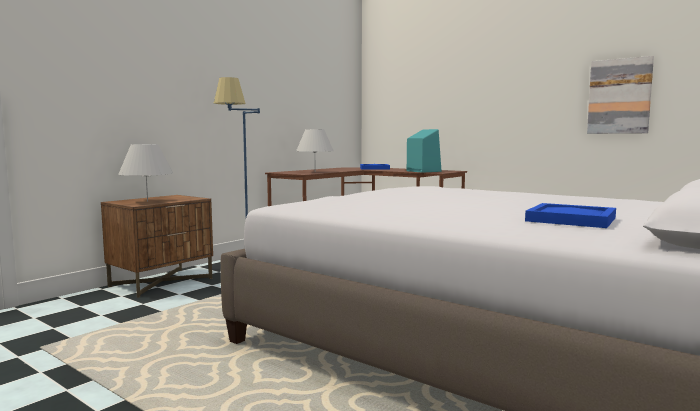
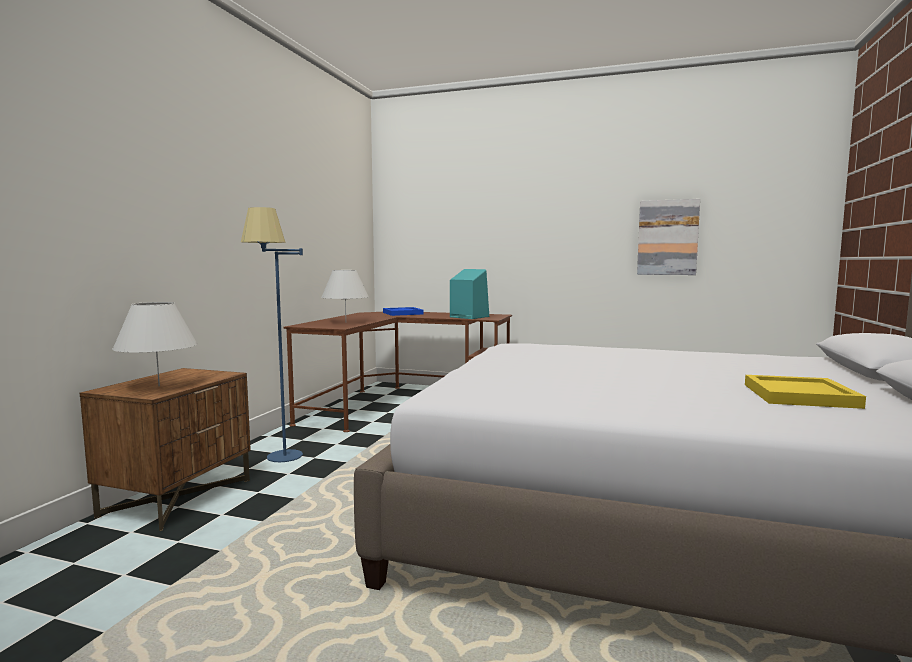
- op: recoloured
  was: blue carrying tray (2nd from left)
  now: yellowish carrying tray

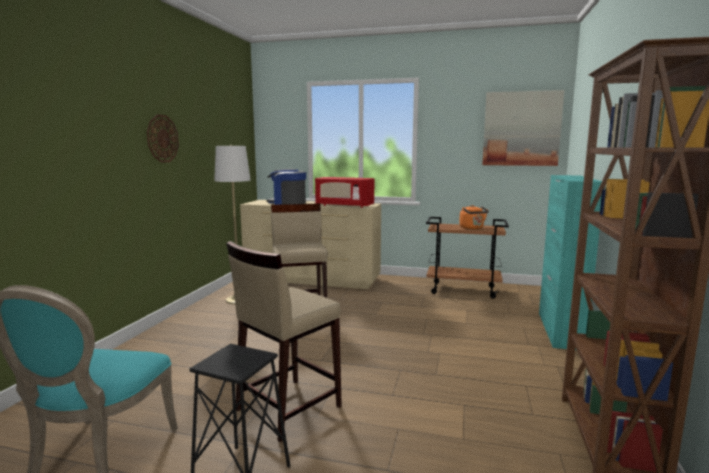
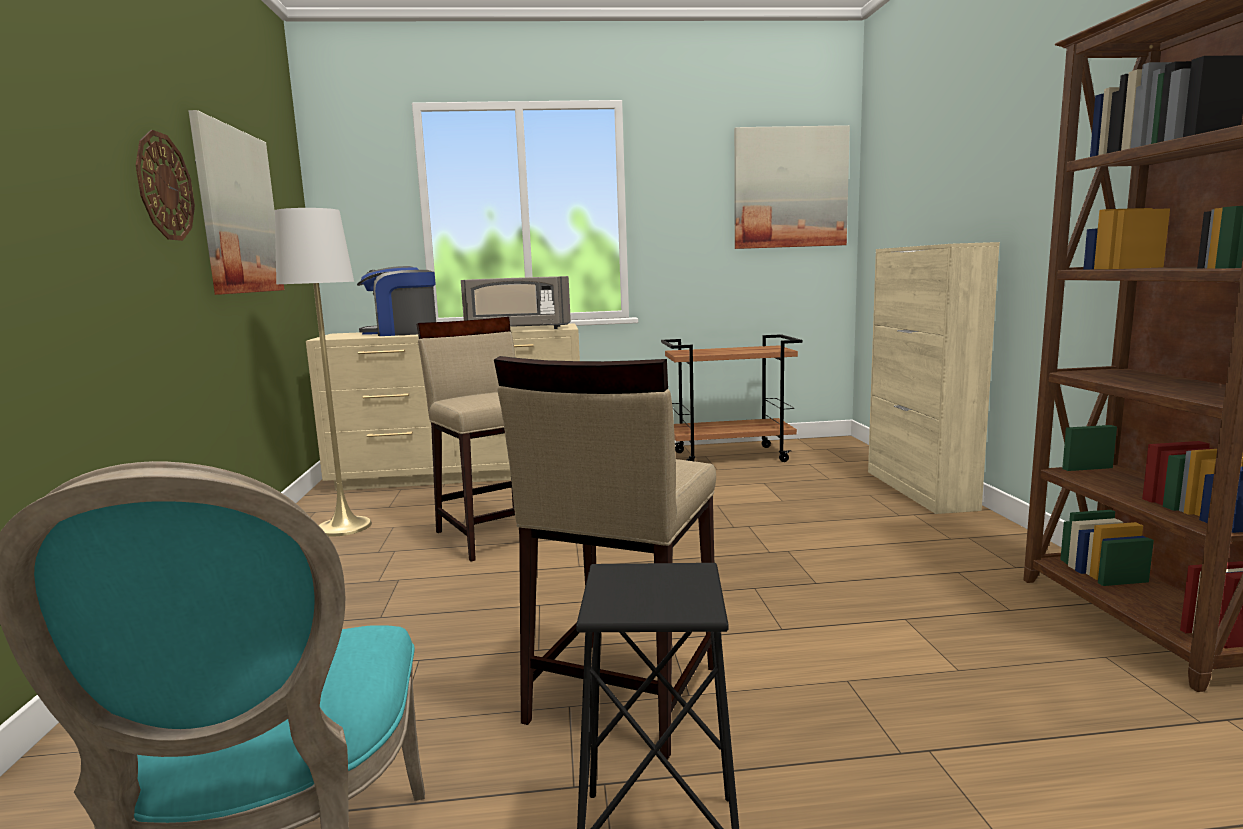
- op: recoloured
  was: red kitchen microwave
  now: grey kitchen microwave
- op: removed
  was: orangey water kettle
- op: recoloured
  was: blue-green cupboard
  now: sand-coloured cupboard
- op: added
  now: picture (1st from left)

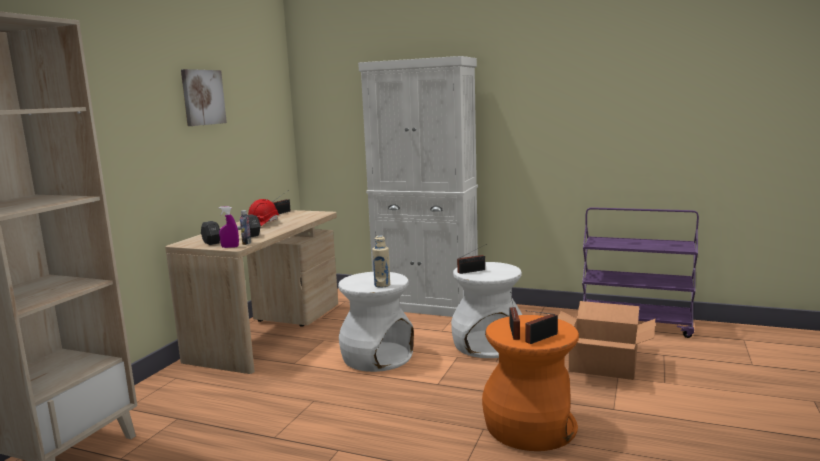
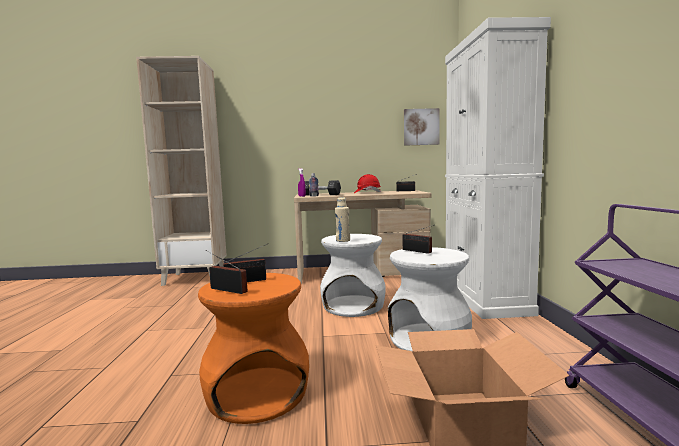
- op: moved
  was: picture

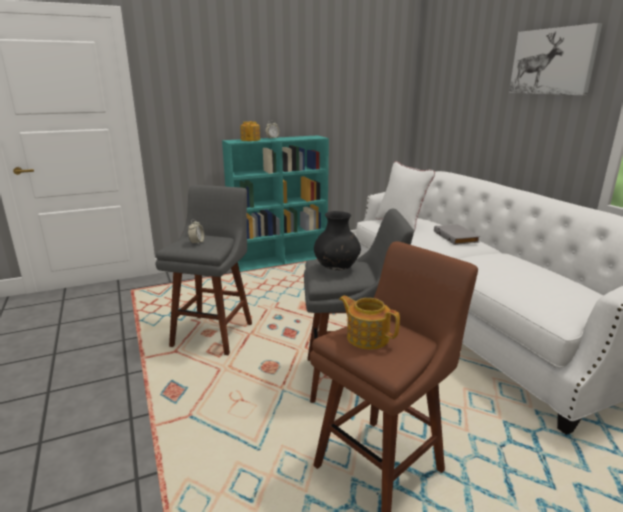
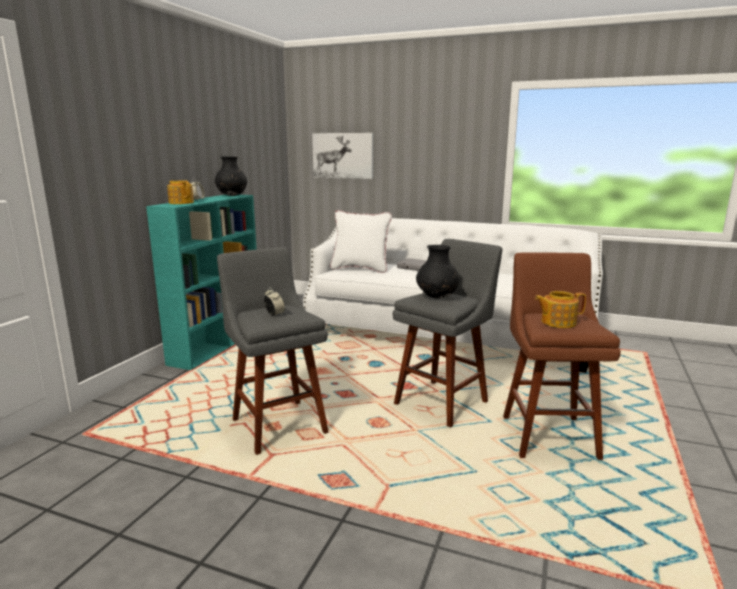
- op: moved
  was: picture
- op: added
  now: black-coloured flower vase (1st from left)

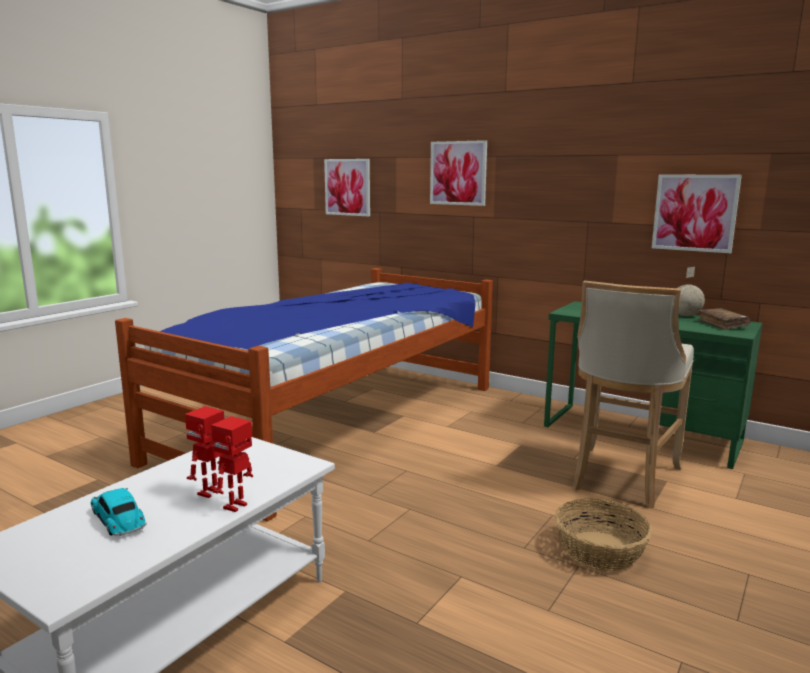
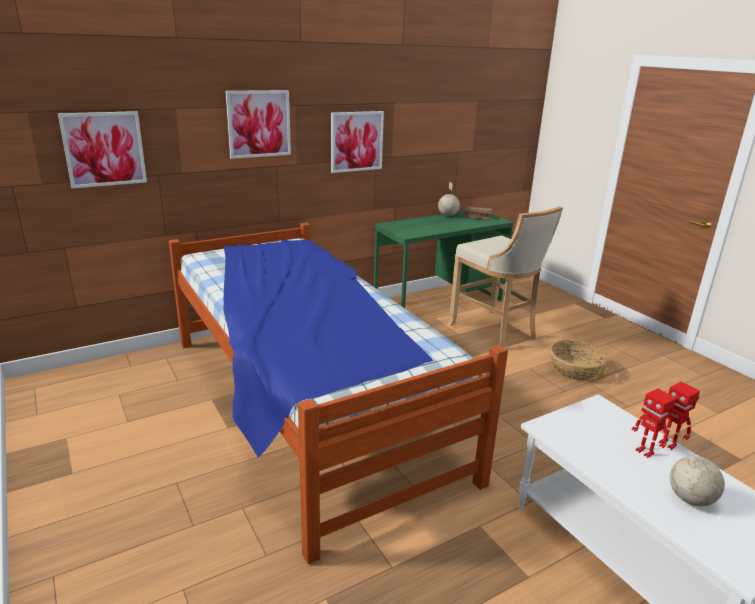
- op: replaced
  was: toy car
  now: globe (2nd from left)
- op: moved
  was: picture (3rd from left)

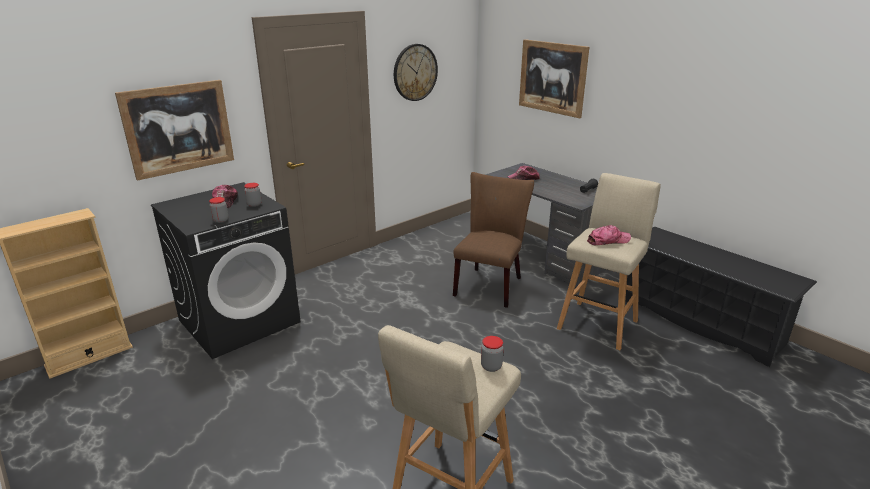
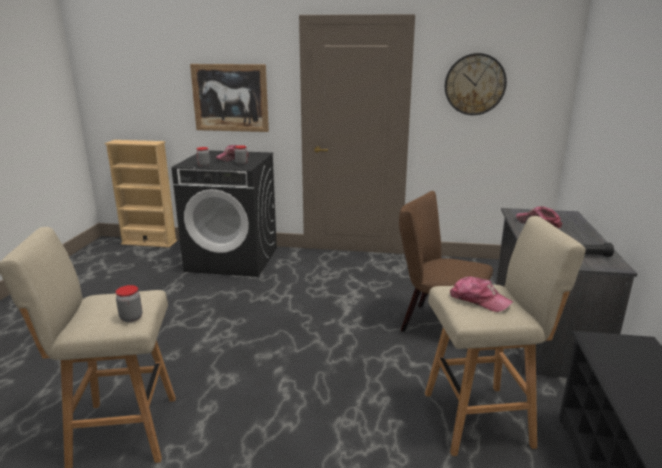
- op: turned
  was: brown-coloured plain chair
  clockwise: -135
- op: removed
  was: picture (2nd from left)

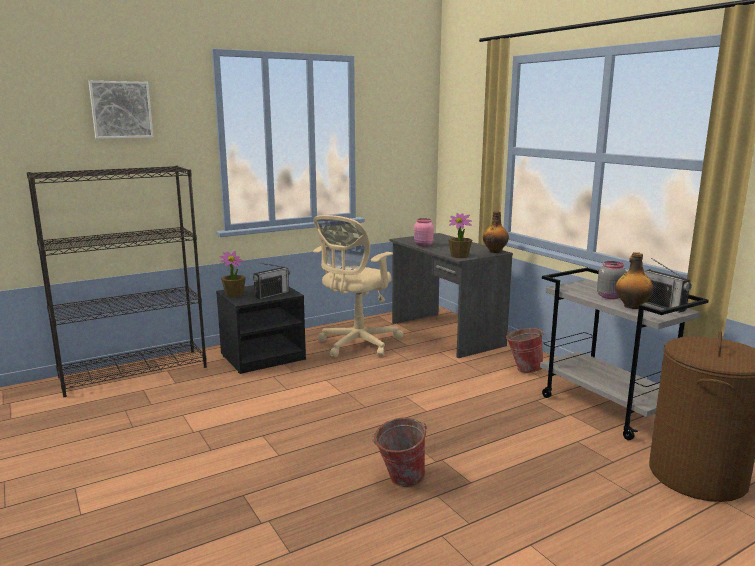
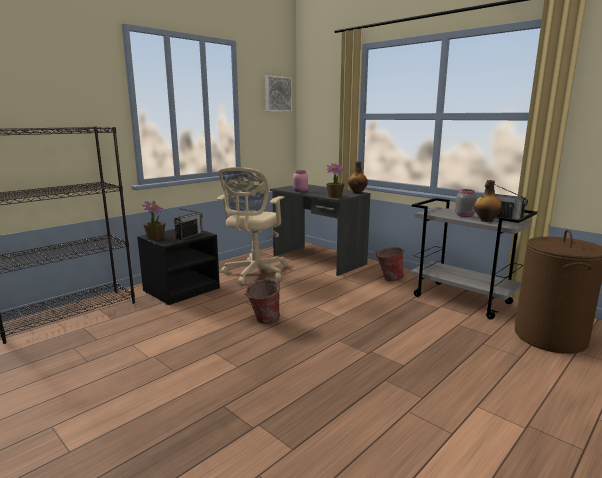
- op: moved
  was: picture
- op: moved
  was: water bucket (1st from left)

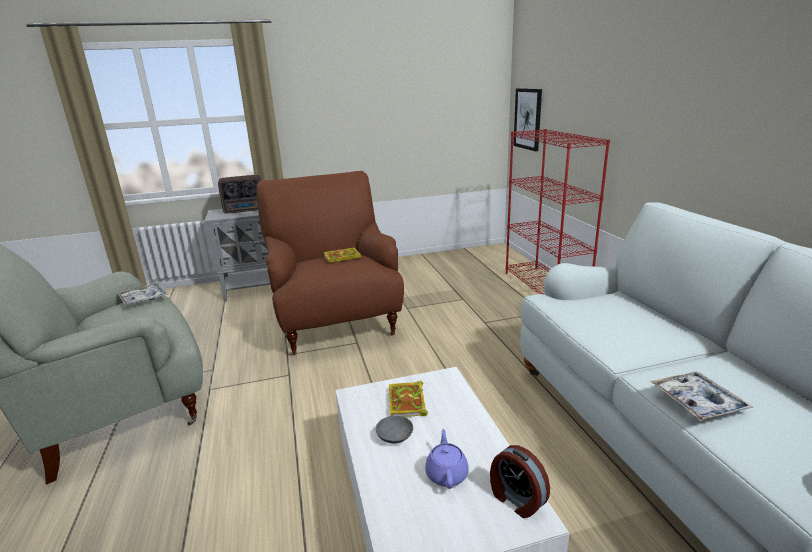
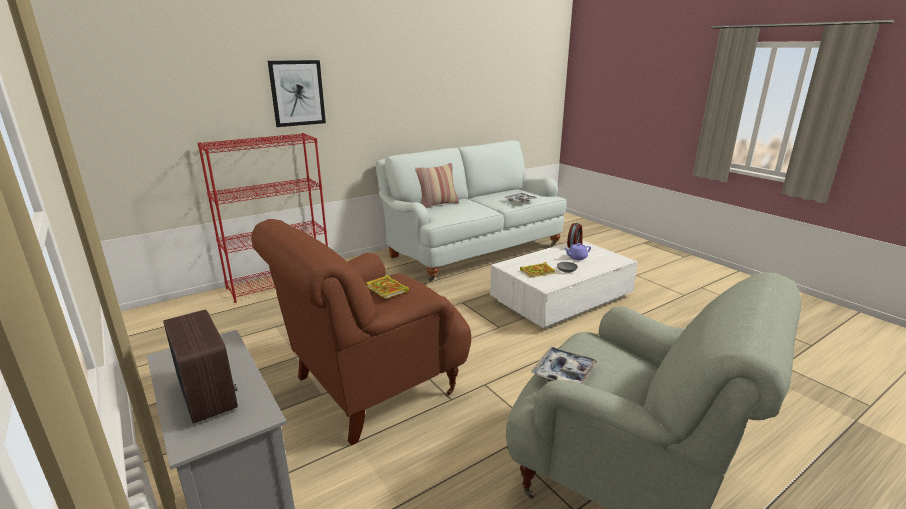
- op: moved
  was: picture
- op: added
  now: cushion

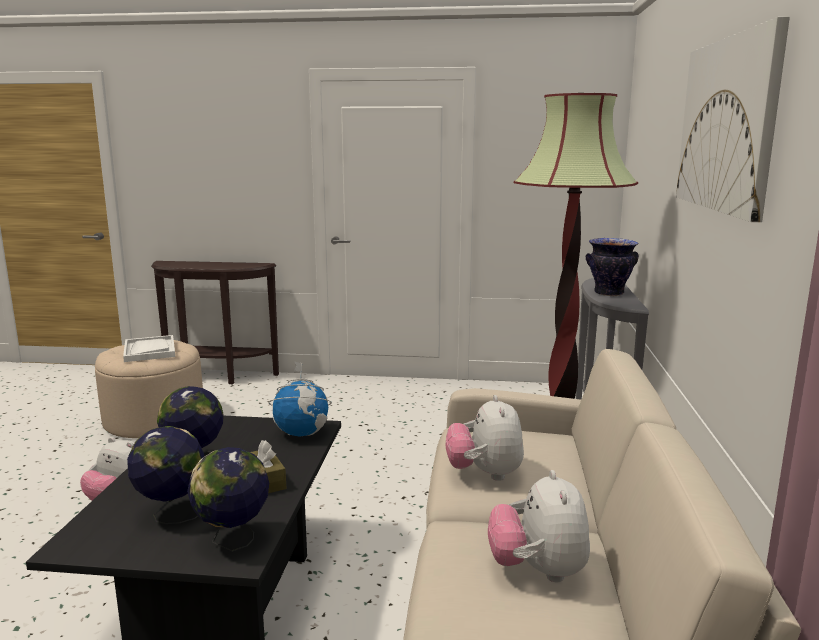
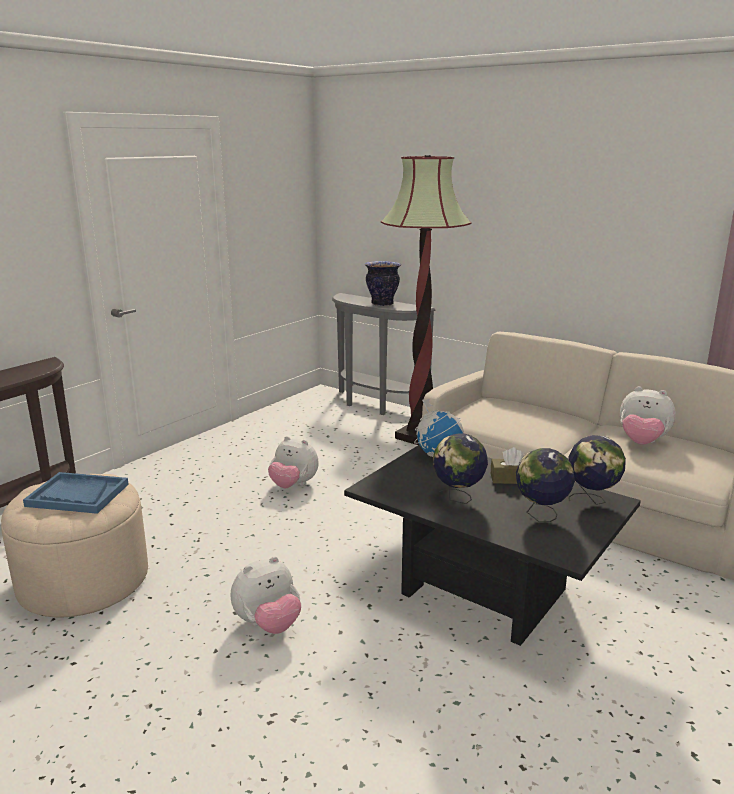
- op: recoloured
  was: whitish carrying tray
  now: blue carrying tray
- op: moved
  was: soft toy (2nd from left)
- op: removed
  was: picture

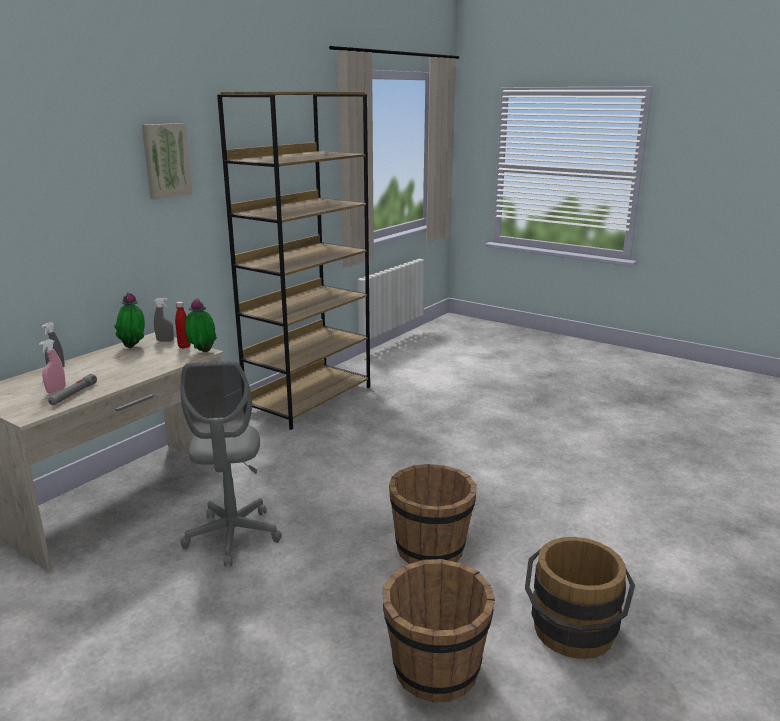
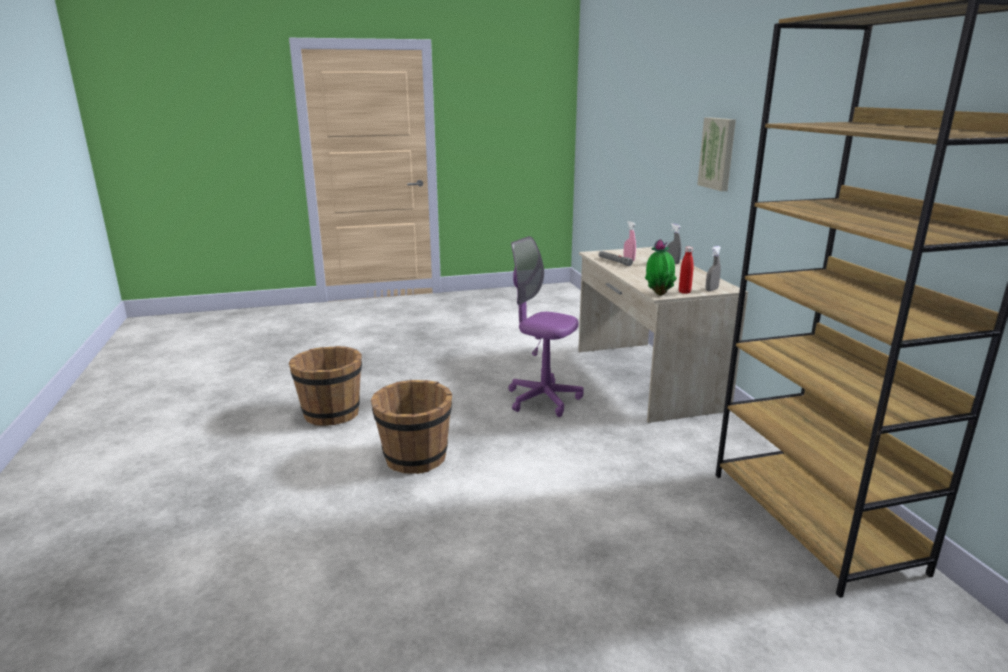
- op: removed
  was: houseplant (1st from left)
- op: moved
  was: picture
- op: recoloured
  was: grey desk chair
  now: purple desk chair
- op: removed
  was: brown-coloured water bucket (3rd from left)

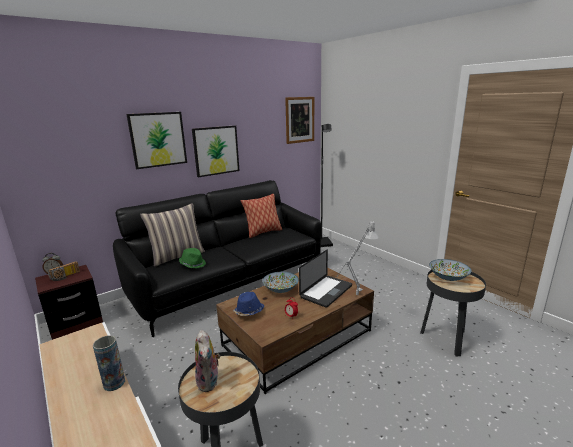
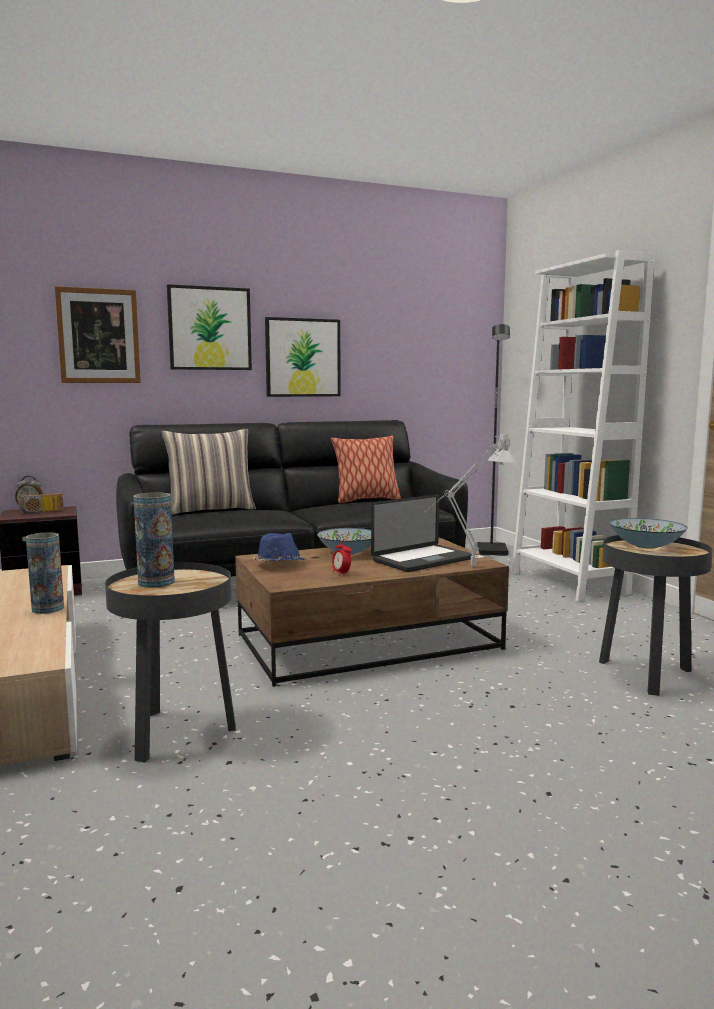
- op: removed
  was: green-coloured hat
- op: replaced
  was: soft toy
  now: flower vase (2nd from left)
- op: moved
  was: picture (3rd from left in the first image)
  now: picture (1st from left)
- op: added
  now: whitish bookshelf

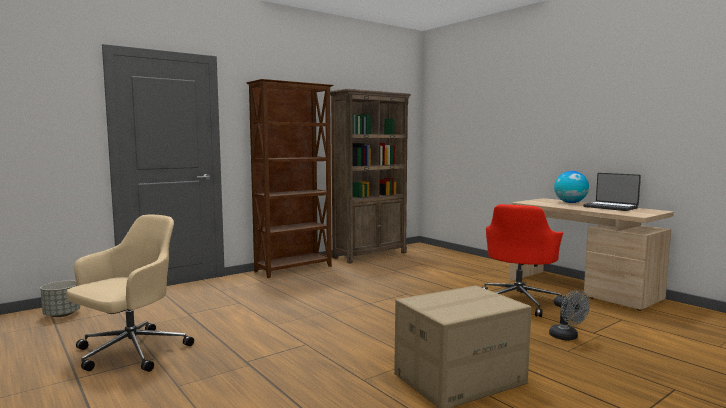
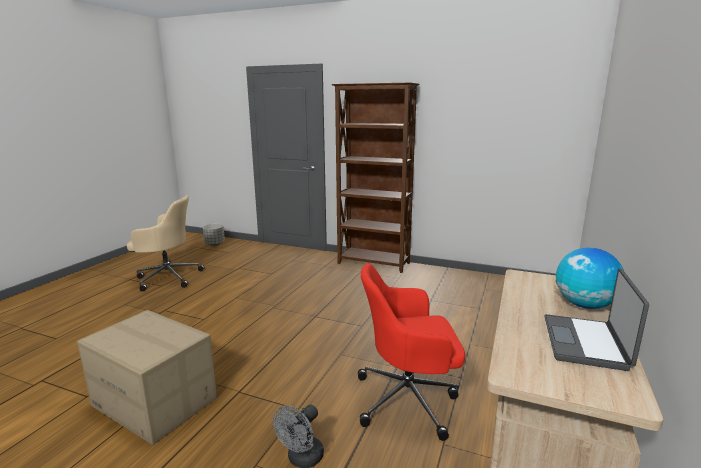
- op: removed
  was: brown-coloured bookshelf (2nd from left)

